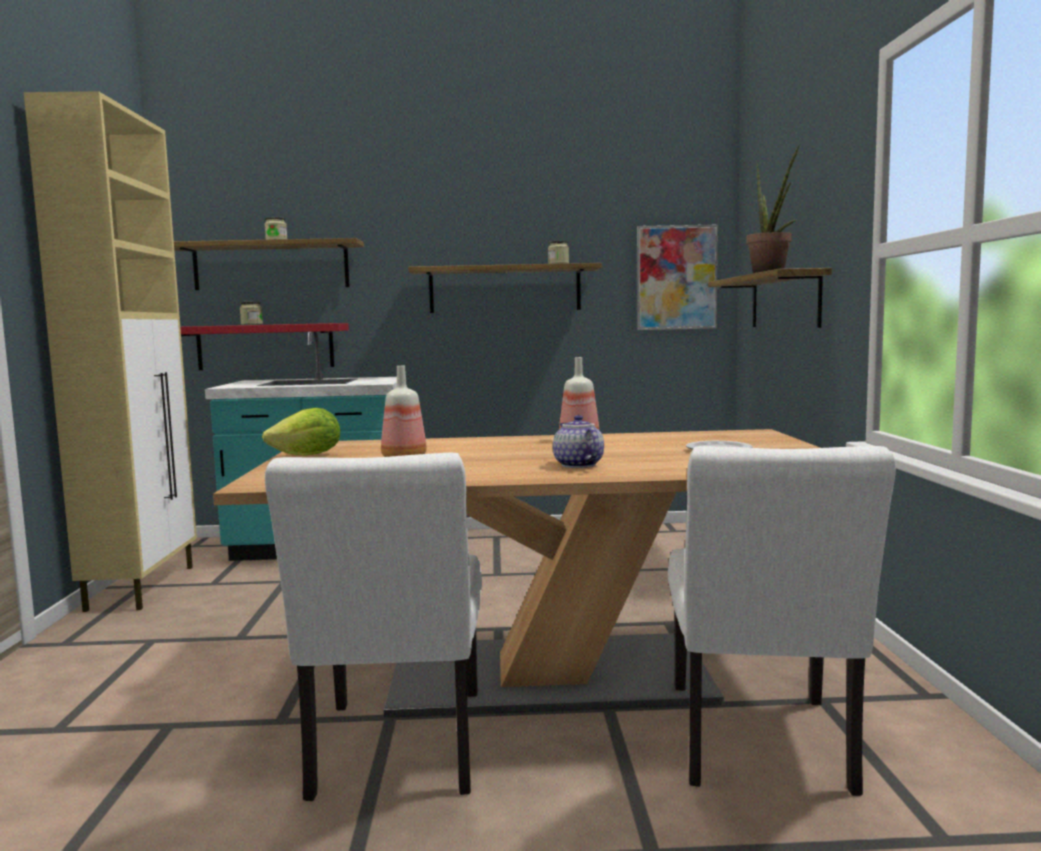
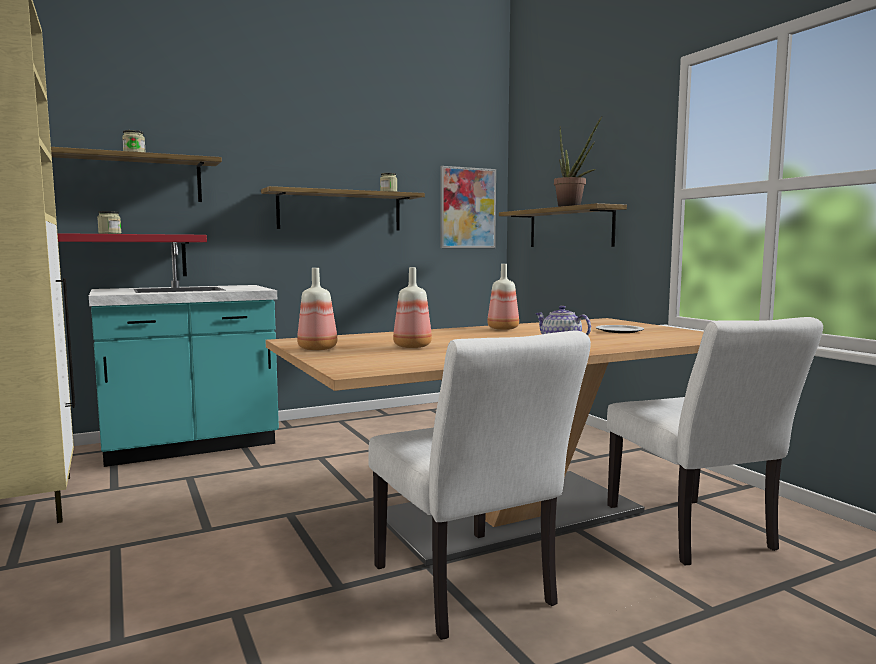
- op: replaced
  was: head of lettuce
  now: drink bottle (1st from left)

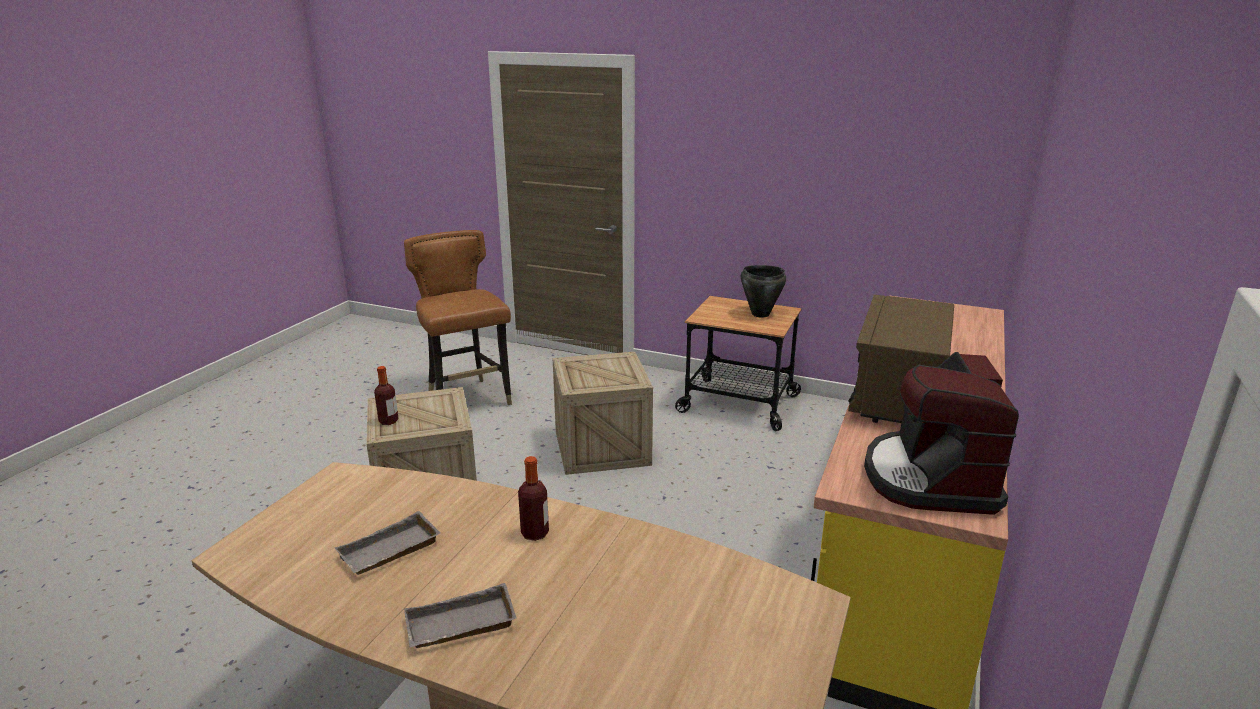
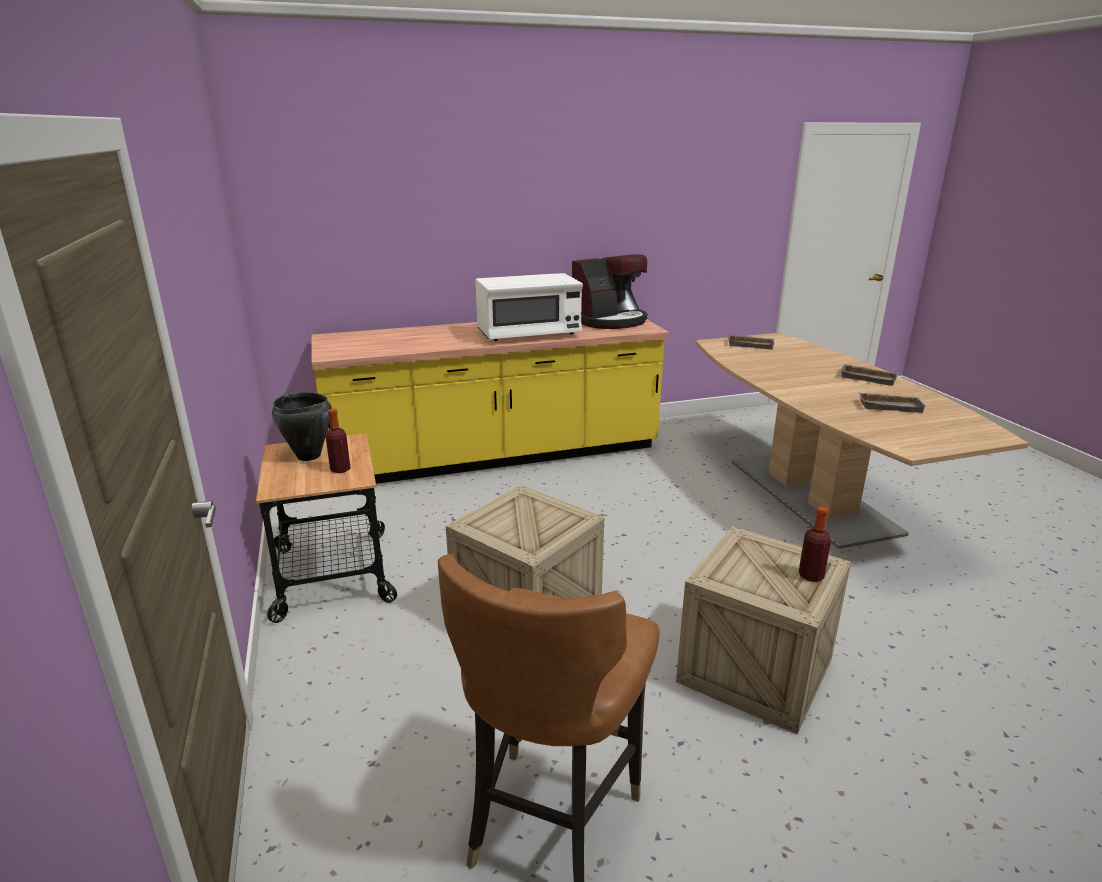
- op: moved
  was: drink bottle (2nd from left in the first image)
  now: drink bottle (1st from left)
- op: recoloured
  was: brown-coloured kitchen microwave
  now: whitish kitchen microwave
- op: added
  now: grey carrying tray (1st from left)

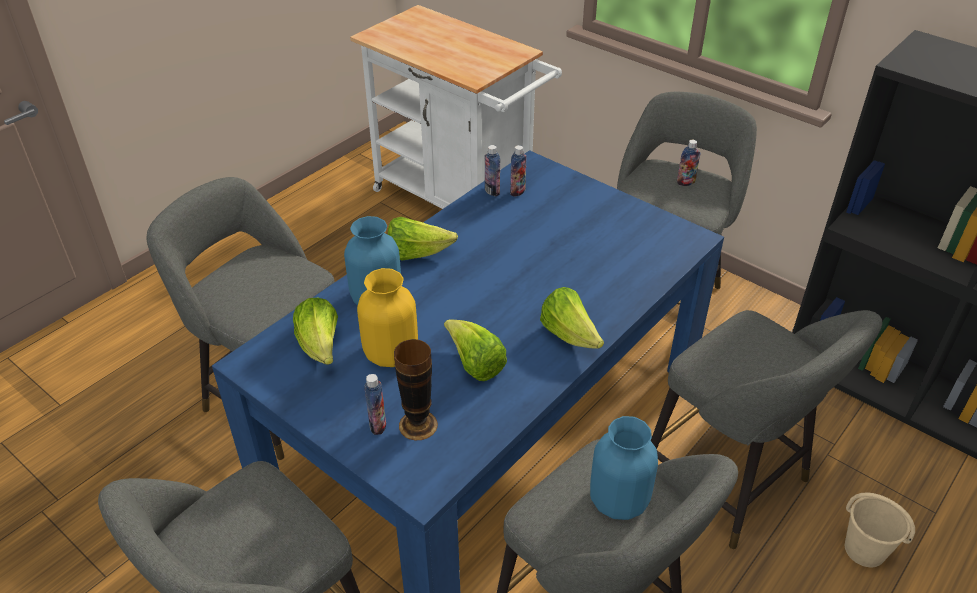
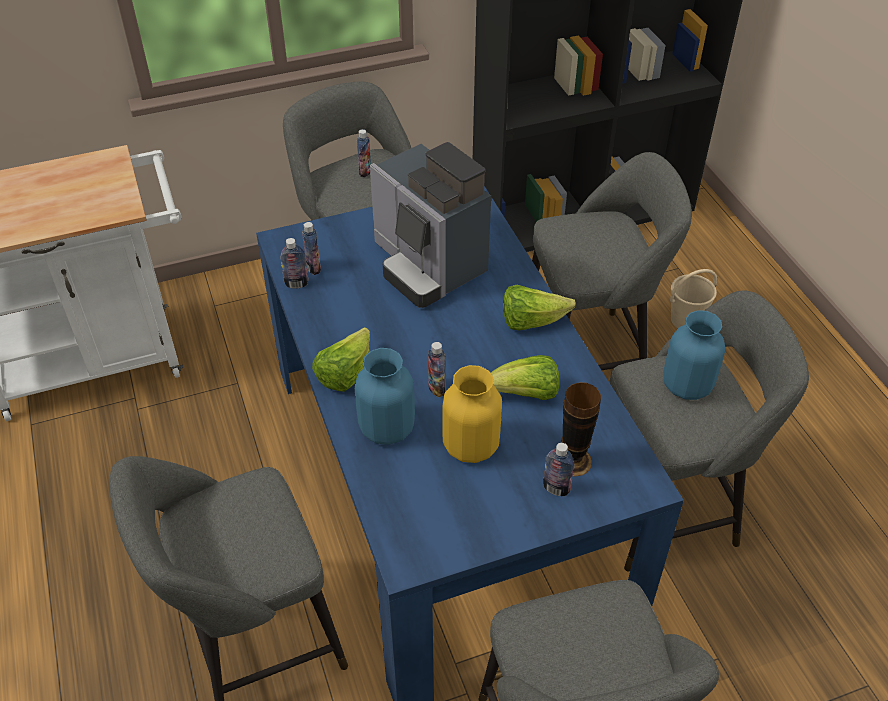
- op: removed
  was: head of lettuce (1st from left)
- op: added
  now: coffee brewer
- op: added
  now: drink bottle (4th from left)

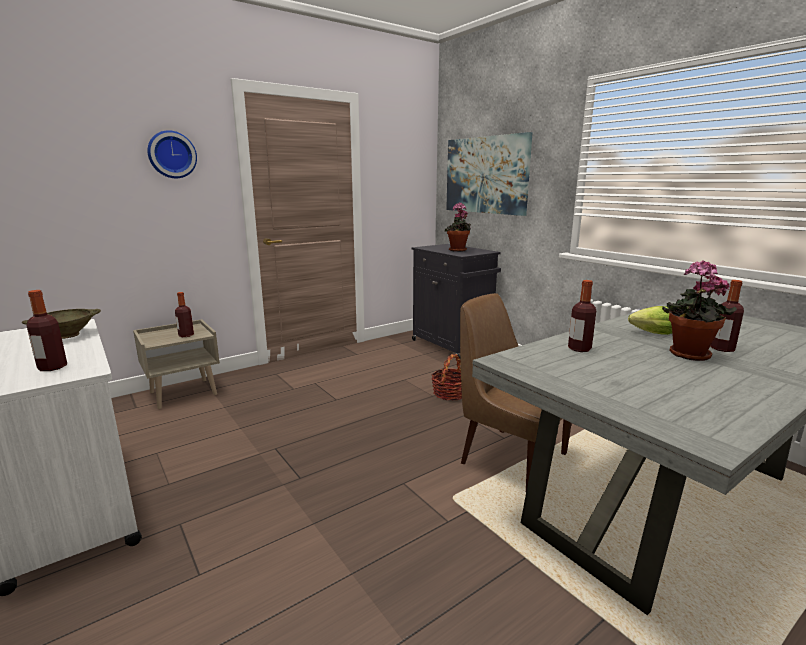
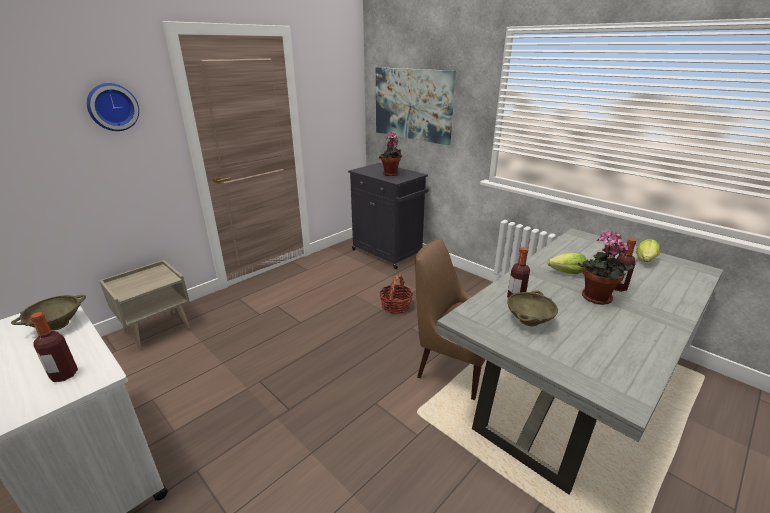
- op: removed
  was: drink bottle (2nd from left)
- op: added
  now: sand-coloured serving bowl (2nd from left)
- op: added
  now: head of lettuce (2nd from left)

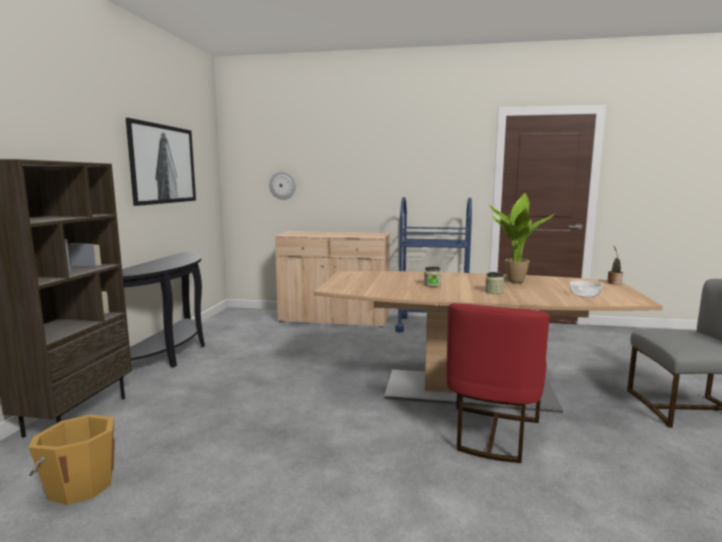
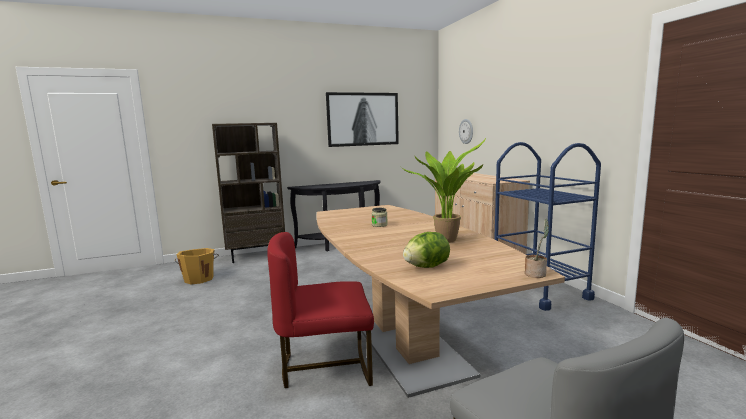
- op: removed
  was: preserve jar (2nd from left)
- op: replaced
  was: serving bowl
  now: head of lettuce

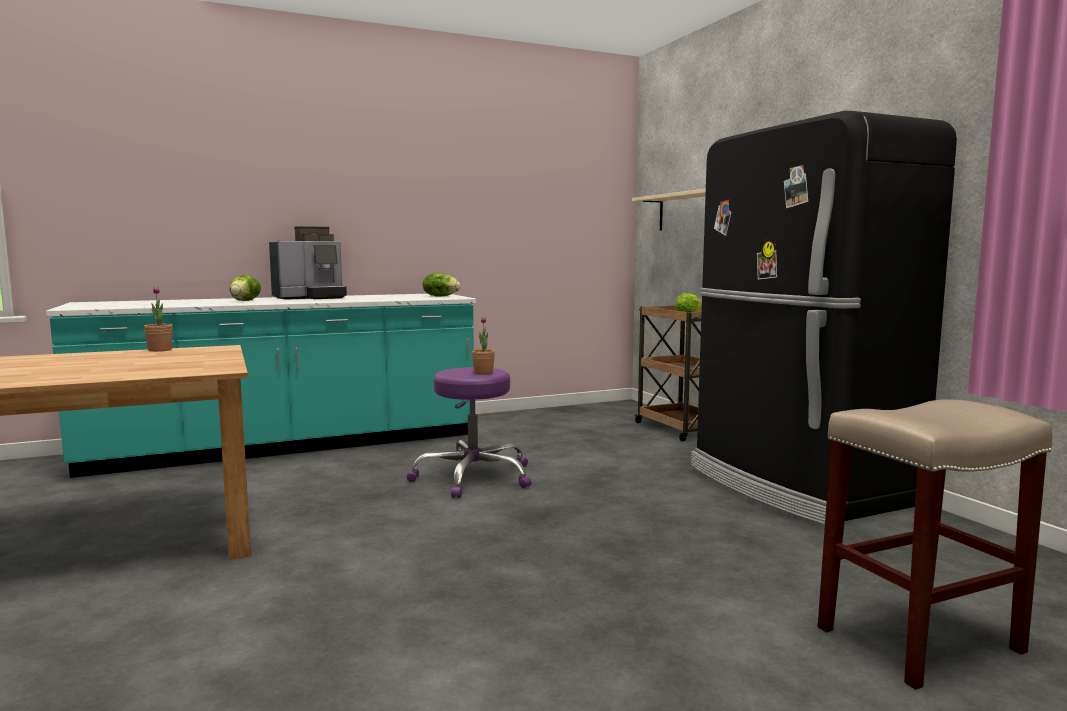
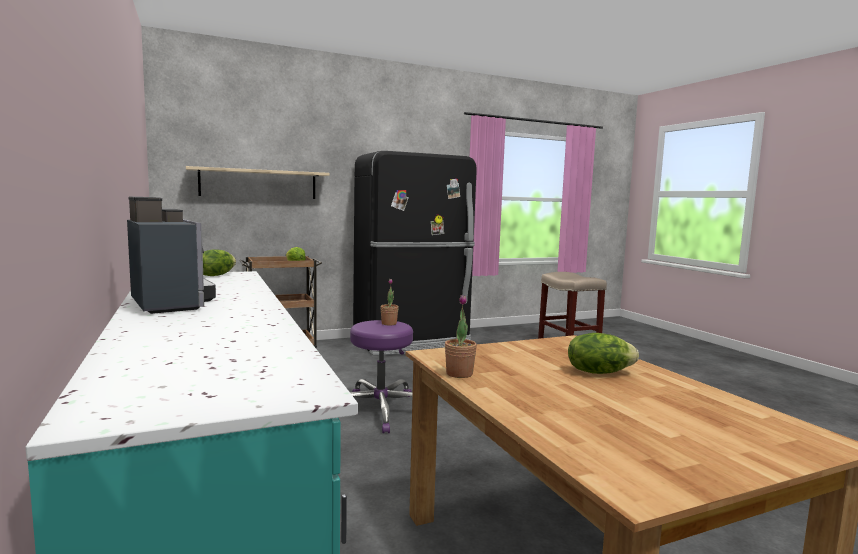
- op: moved
  was: head of lettuce (1st from left in the first image)
  now: head of lettuce (3rd from left)

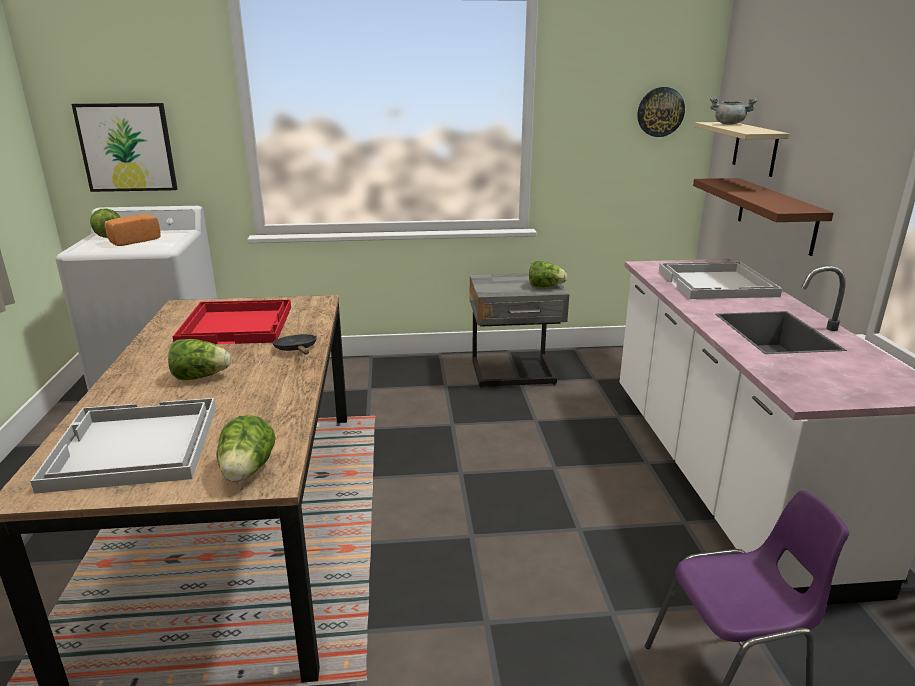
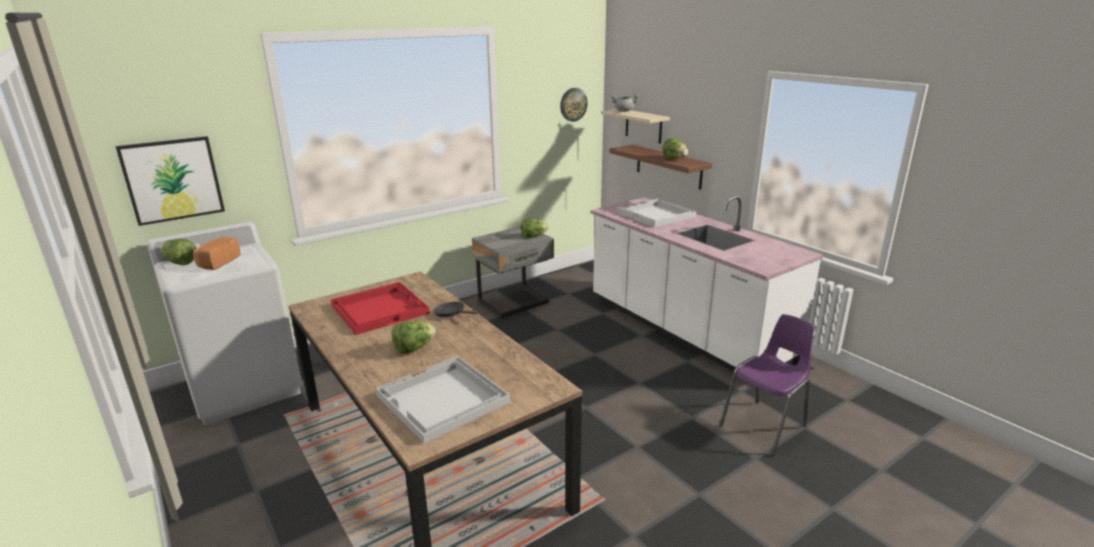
- op: moved
  was: head of lettuce (3rd from left in the first image)
  now: head of lettuce (4th from left)

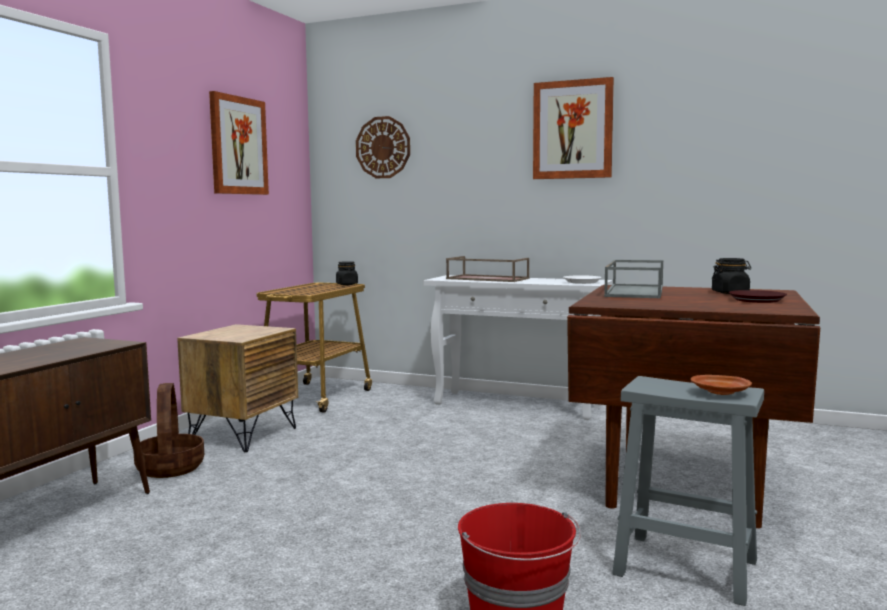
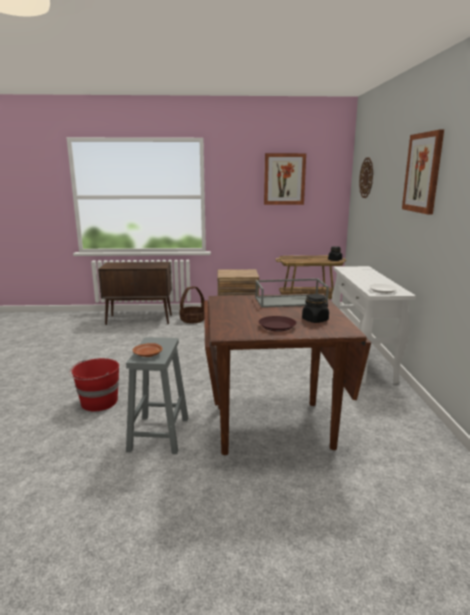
- op: removed
  was: brown-coloured carrying tray

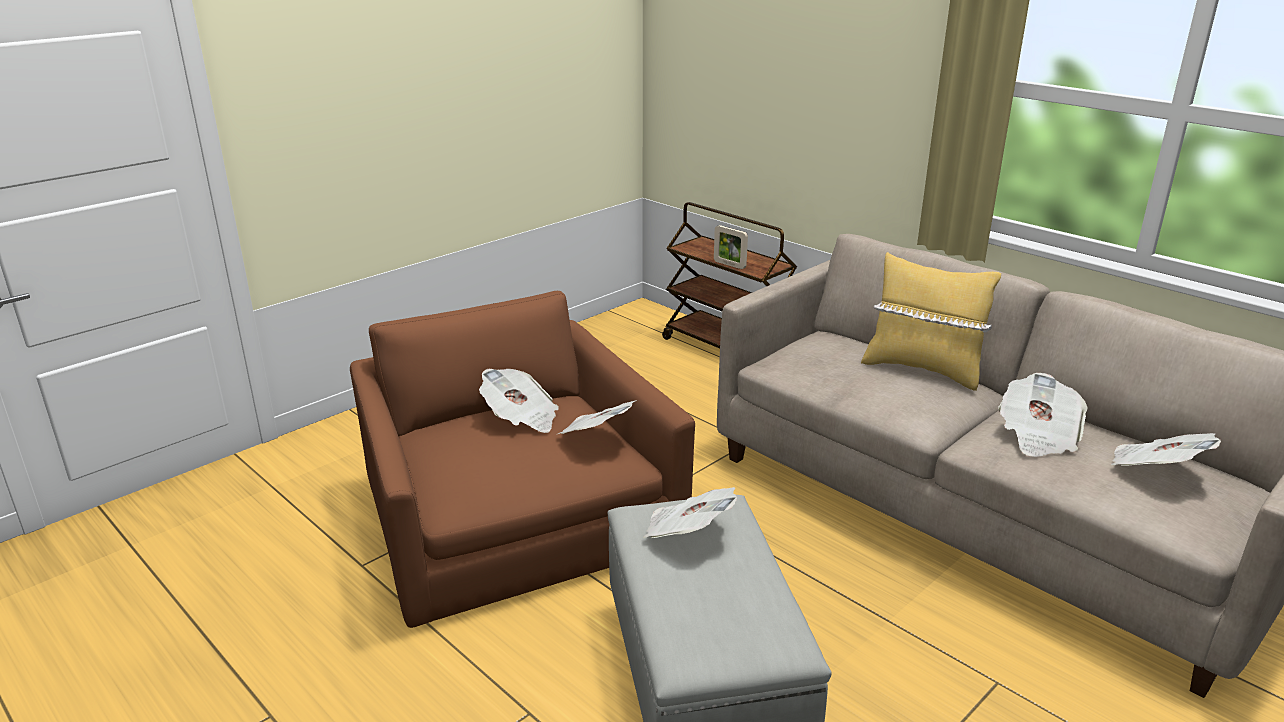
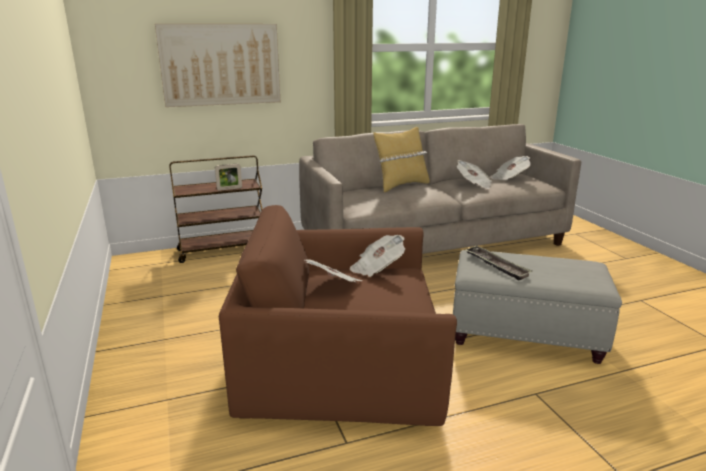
- op: replaced
  was: daily paper (3rd from left)
  now: carrying tray
- op: added
  now: picture

